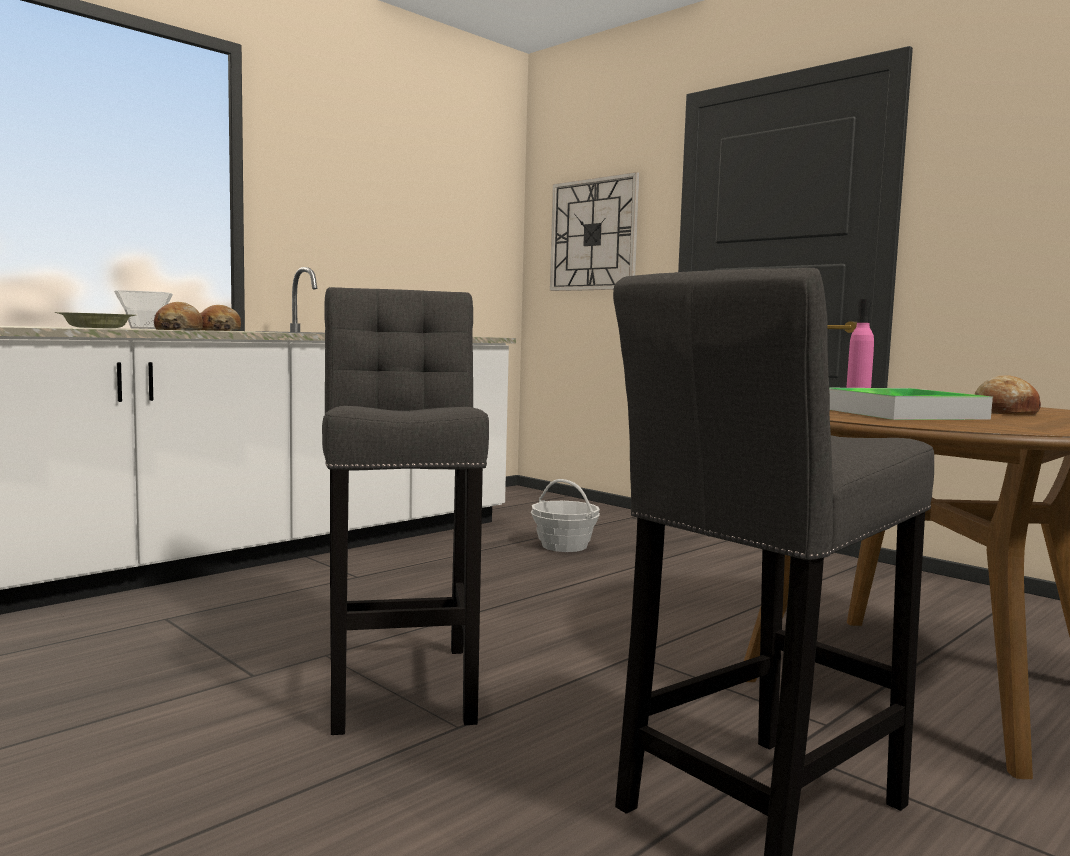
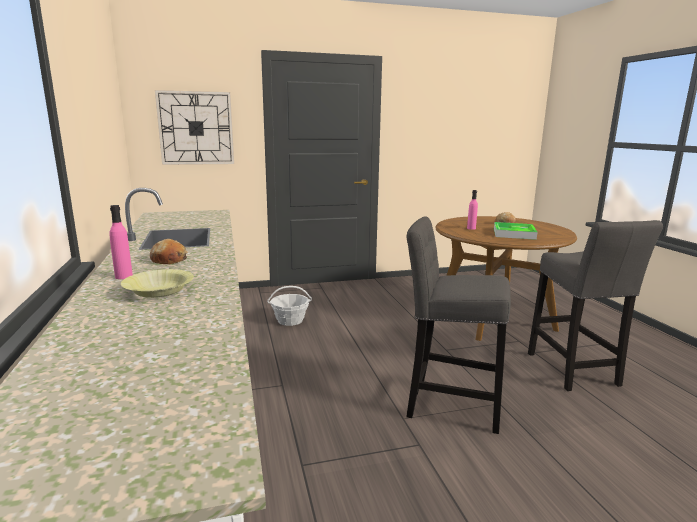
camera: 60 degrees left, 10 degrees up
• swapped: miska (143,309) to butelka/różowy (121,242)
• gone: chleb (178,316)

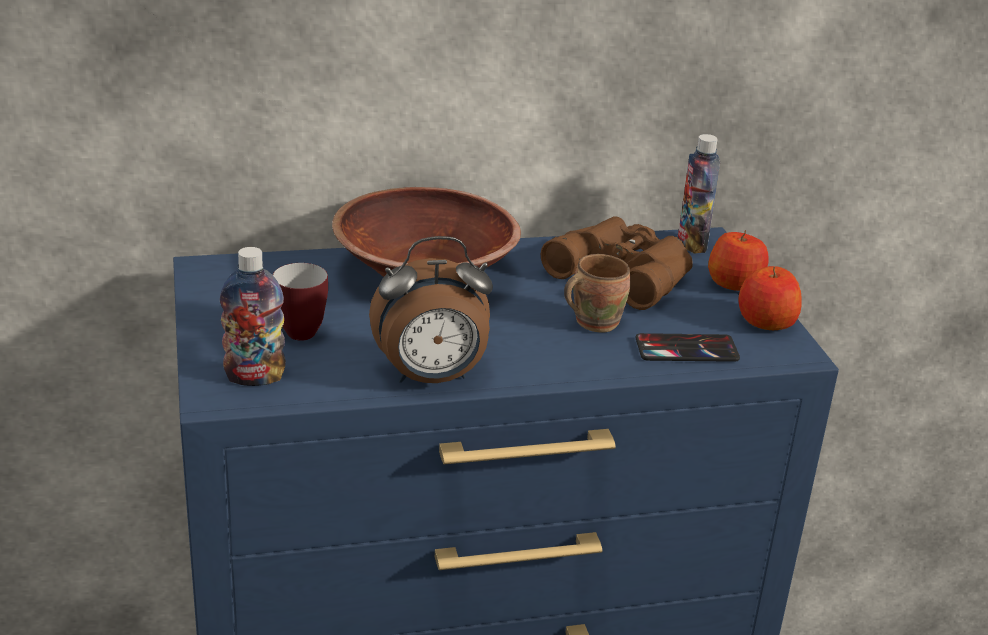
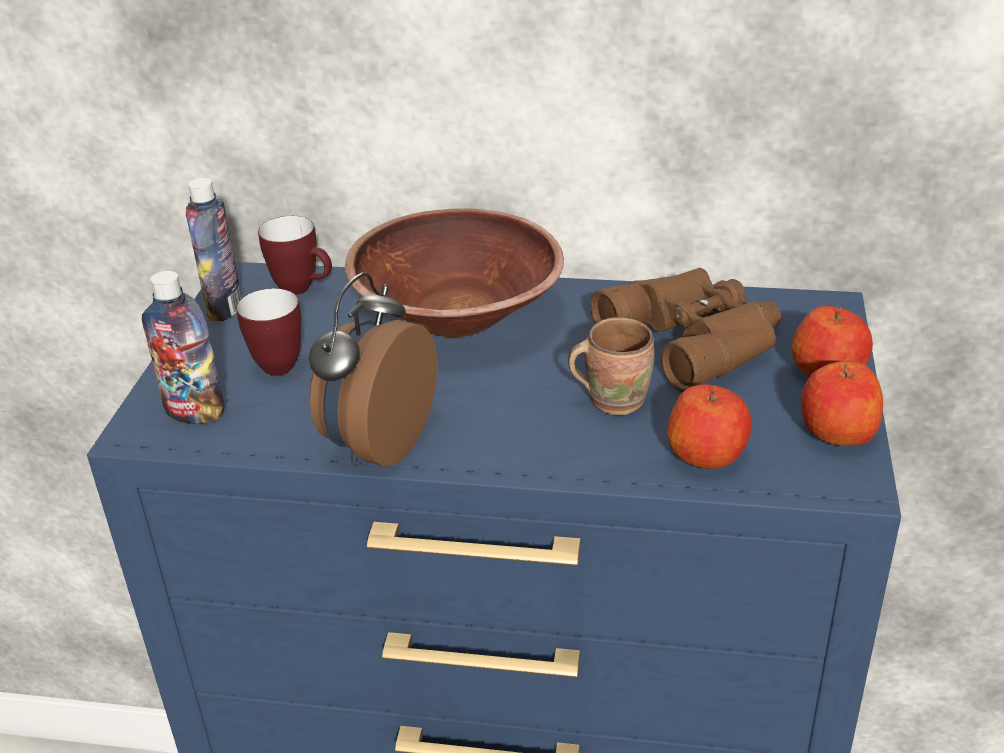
camera: 25 degrees right, 5 degrees up
• rotated: budzik (431,309) = (373,369) 105 degrees clockwise
• swapped: telefon (687,347) to jabłko (709,426)
• shifted: butelka (698,193) to (214,249)
• new: kubek (295,255)

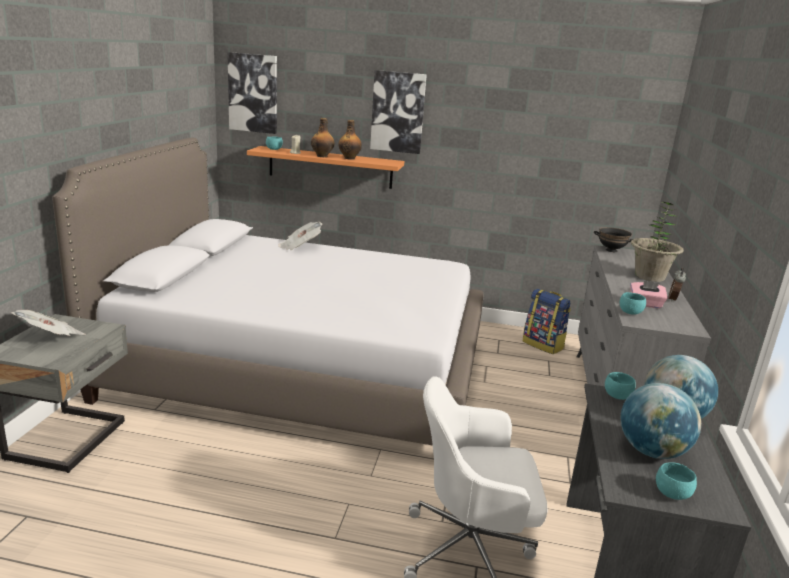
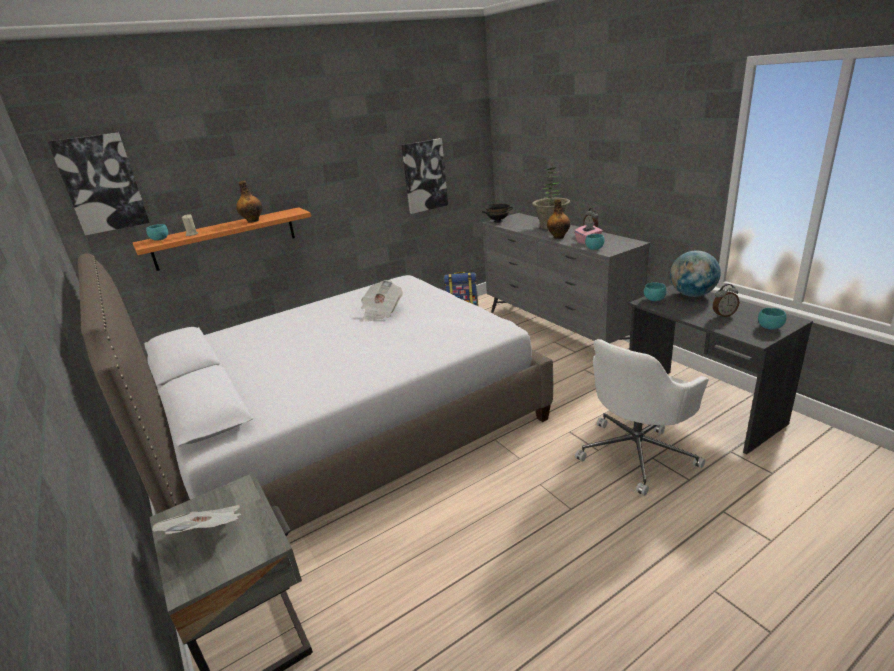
camera: 40 degrees left, 5 degrees up
• shifted: gazeta (300,236) to (382,300)
• shifted: butelka (322,137) to (558,219)
• shifted: obraz (398,112) to (424,176)
• swapped: globus (661,421) to budzik (726,301)

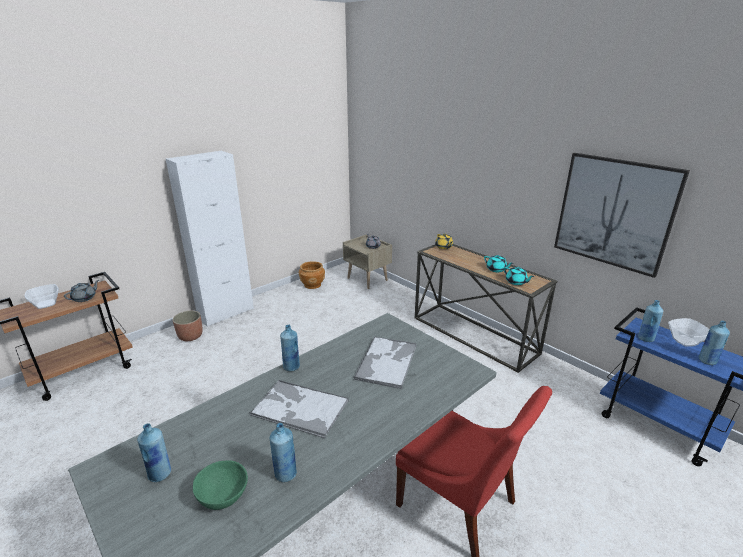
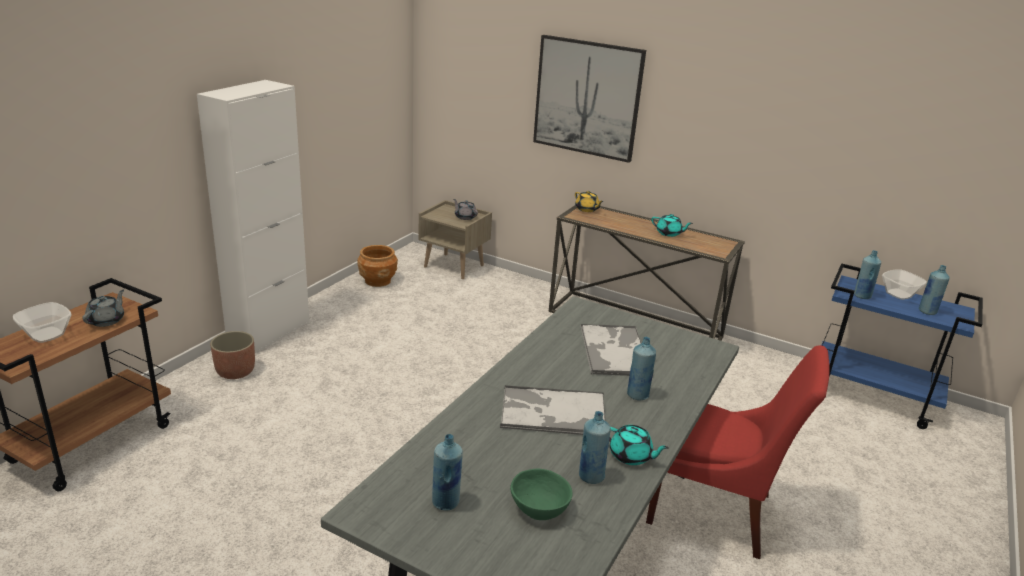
camera: 20 degrees left, 0 degrees up
• shifted: butelka/niebieski (290,348) to (641,368)
• shifted: imbryk/turkusowy (519,276) to (639,445)
• shifted: obraz (622,215) to (589,99)

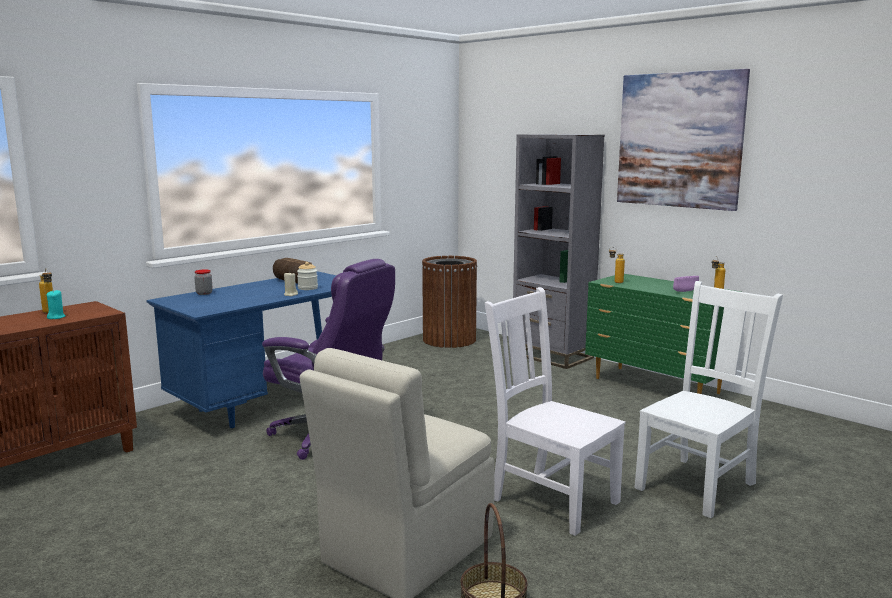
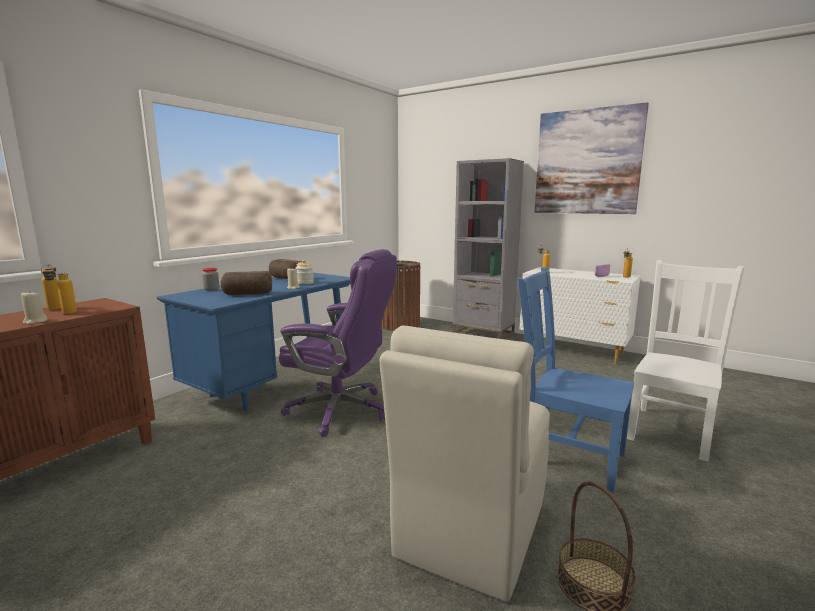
camera: 10 degrees left, 0 degrees up
• swapped: świeca/turkusowy (56,304) to butelka (59,289)
• repainted: krzesło/biały (555,411) to krzesło/niebieski (576,380)
• repainted: komoda/zielony (663,334) to komoda/biały (580,315)
• new: świeca/beżowy (34,307)
• new: chleb (246,283)

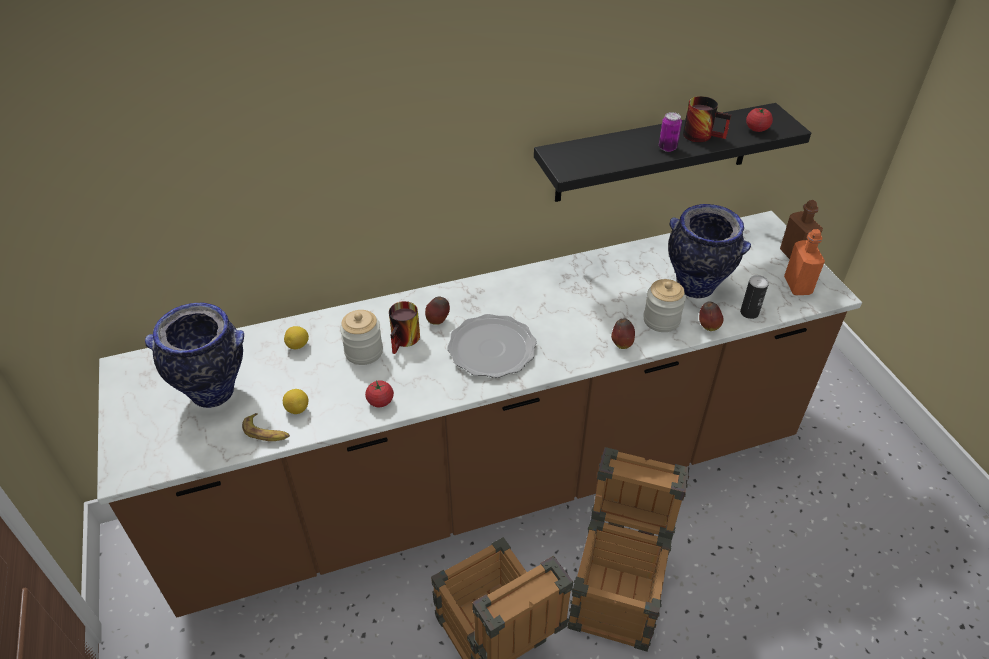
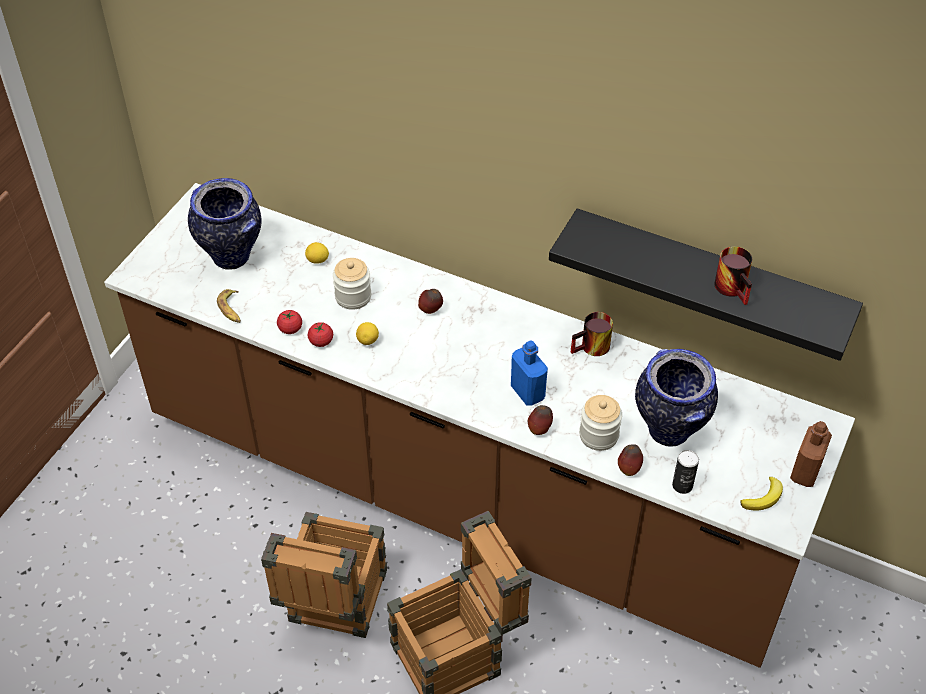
camera: 45 degrees right, 5 degrees up
• shifted: cytryna (295,401) to (367,333)
• shifted: kubek (404,327) to (592,334)
• gone: talerz (492,346)
• gone: puszka (670,132)
• shifted: pomidor (759,120) to (289,322)
• swapped: butelka/pomarańczowy (804,262) to banan (761,493)
• new: butelka/niebieski (529,373)

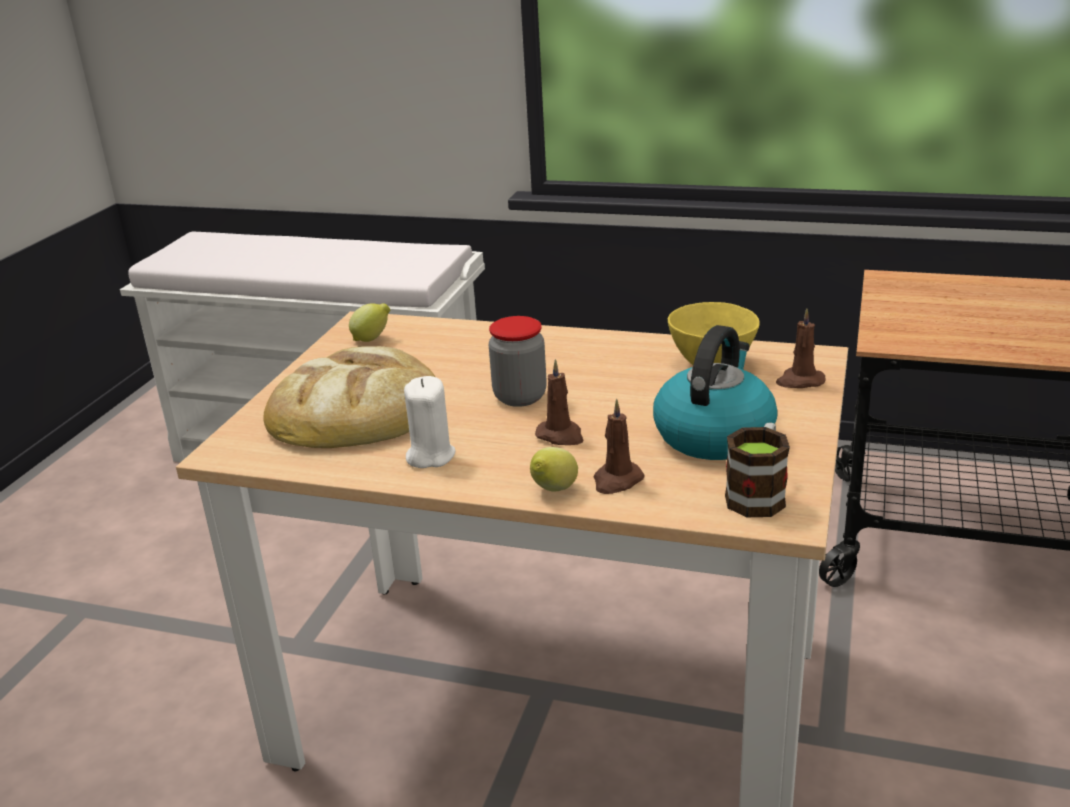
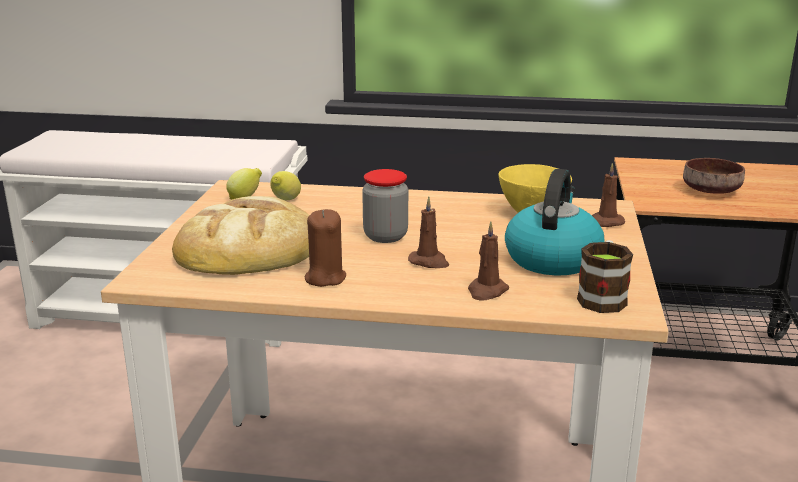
camera: 10 degrees left, 5 degrees down
• repainted: świeca/biały (430,422) to świeca/brązowy (325,248)
• shifted: cytryna (554,469) to (285,185)
• new: miska/brązowy (714,176)

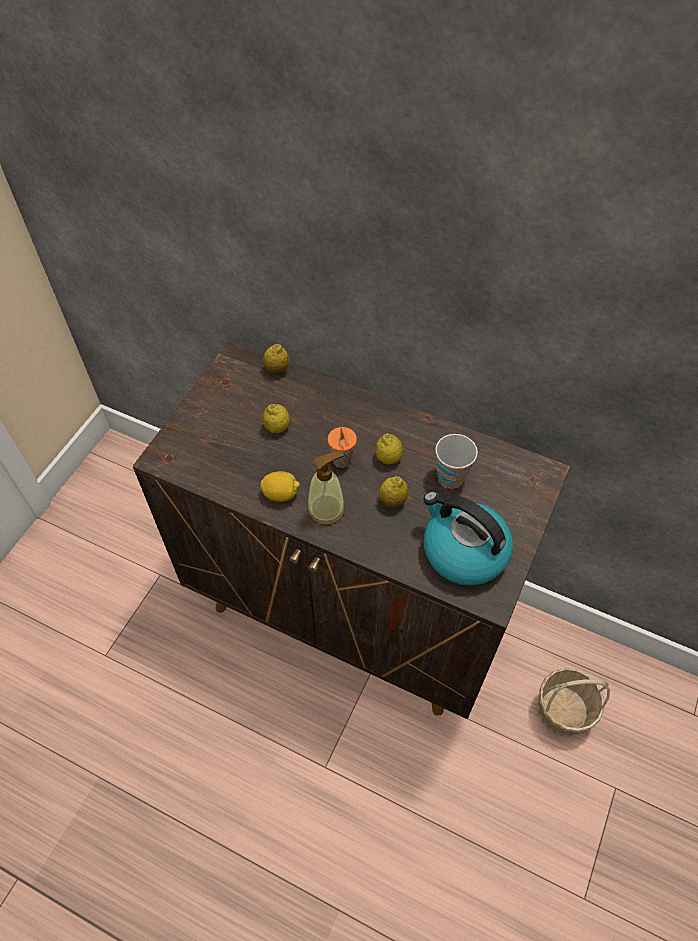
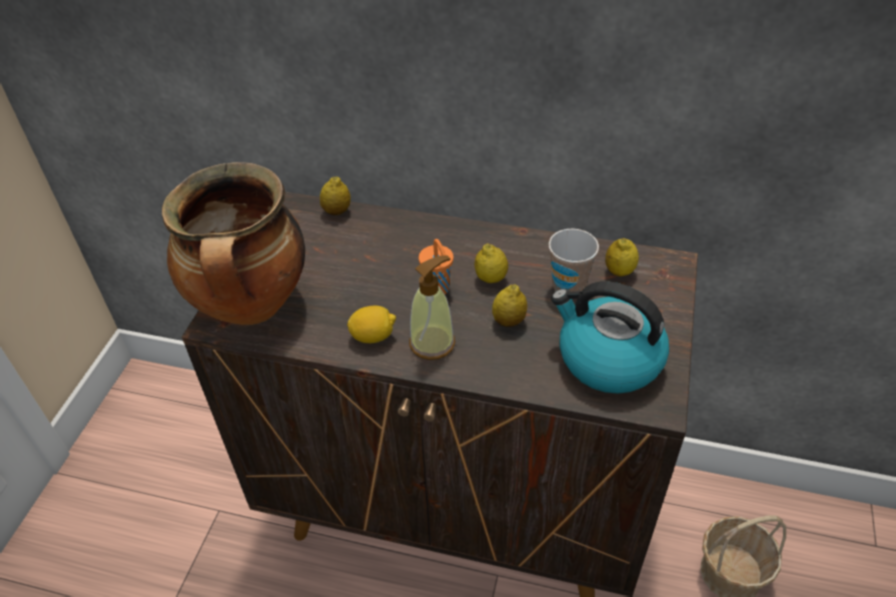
camera: 10 degrees left, 10 degrees down
• shifted: cytryna (276,418) to (622,257)
• new: garnek (233,243)

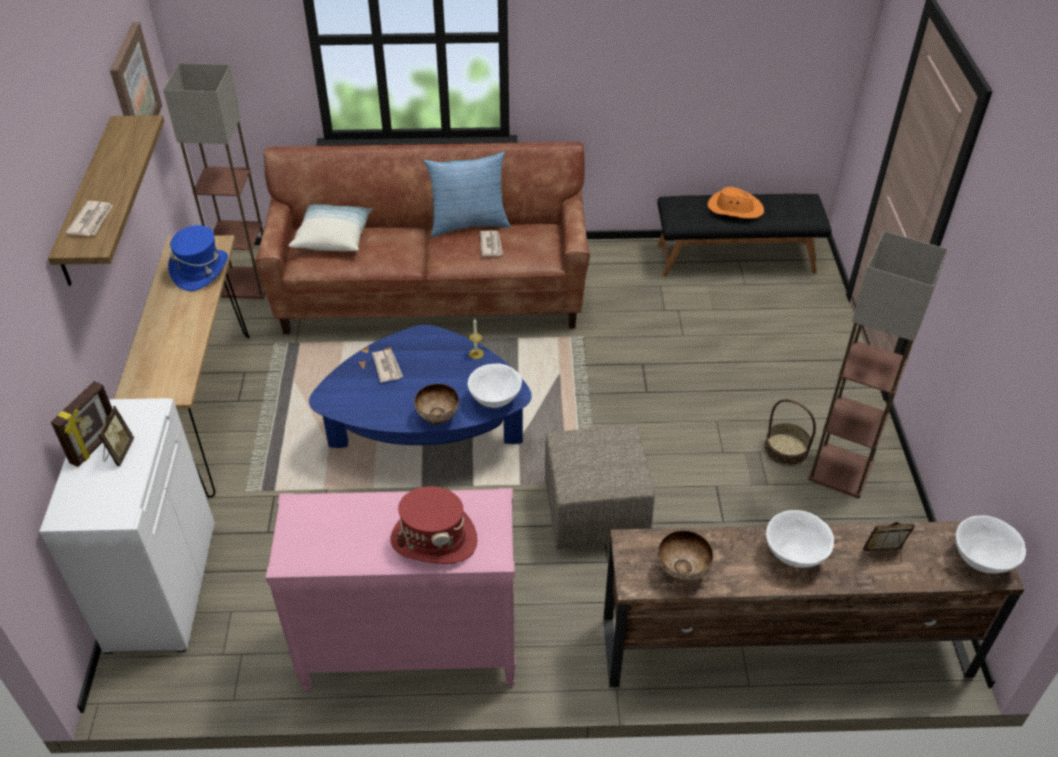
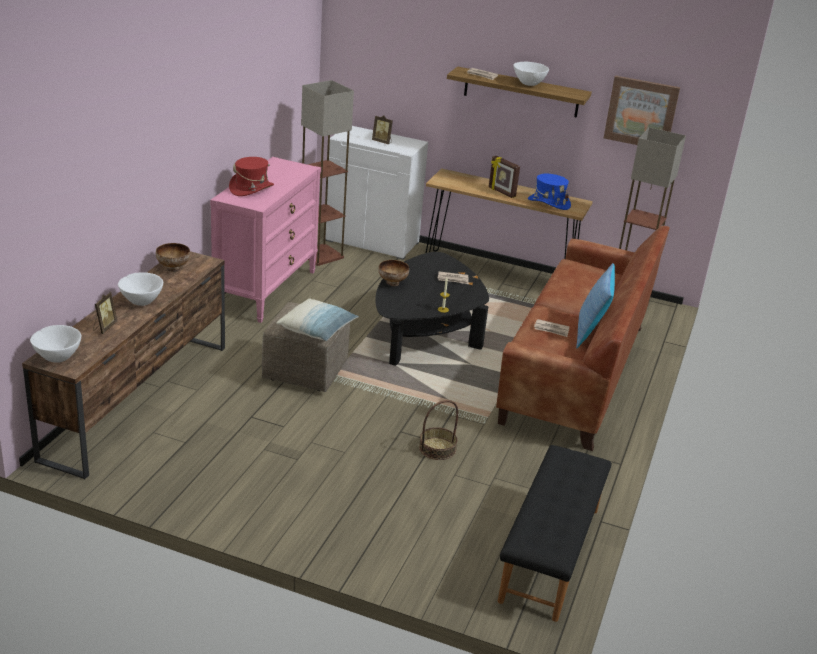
camera: 110 degrees right, 15 degrees down
• shifted: ramka na zdjęcie (81,424) to (504,177)
• shifted: poduszka (331,227) to (317,319)
• repainted: ława/niebieski (420,386) to ława/czarny (432,309)
• shifted: miska/biały (495,386) to (531,74)
• gone: kapelusz/pomarańczowy (736,203)
• shifted: koszyk (790,432) to (438,430)
• shifted: lampa stojąca (878,364) to (327,173)

